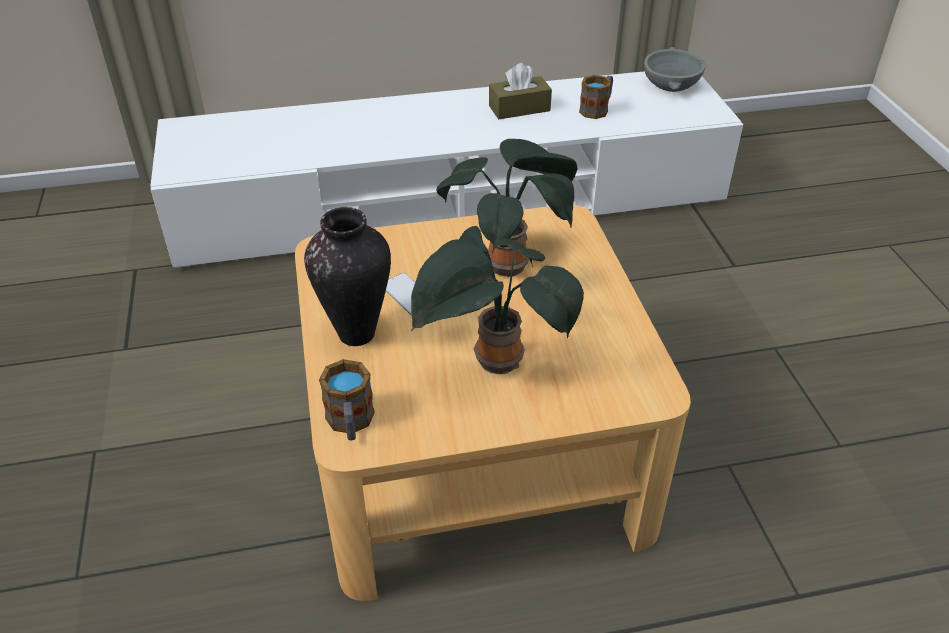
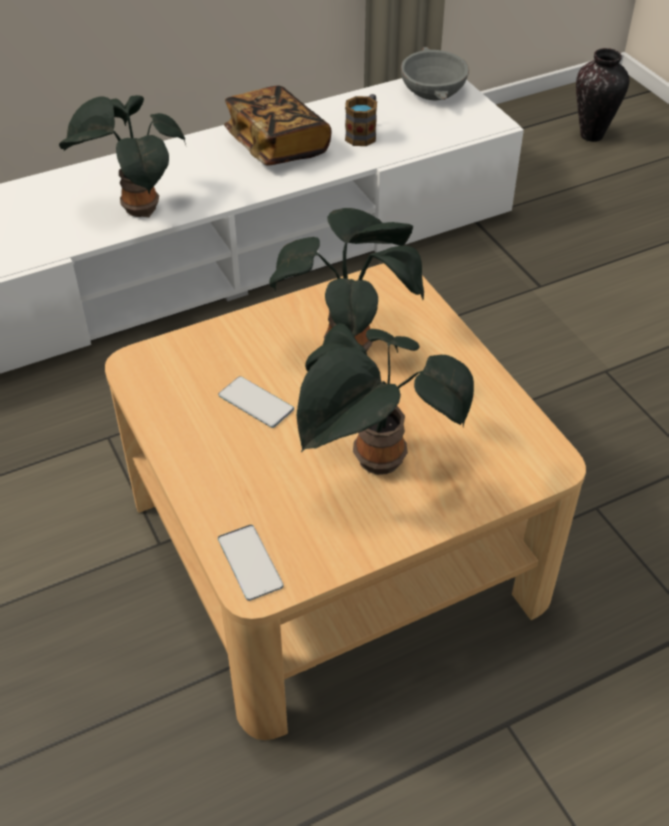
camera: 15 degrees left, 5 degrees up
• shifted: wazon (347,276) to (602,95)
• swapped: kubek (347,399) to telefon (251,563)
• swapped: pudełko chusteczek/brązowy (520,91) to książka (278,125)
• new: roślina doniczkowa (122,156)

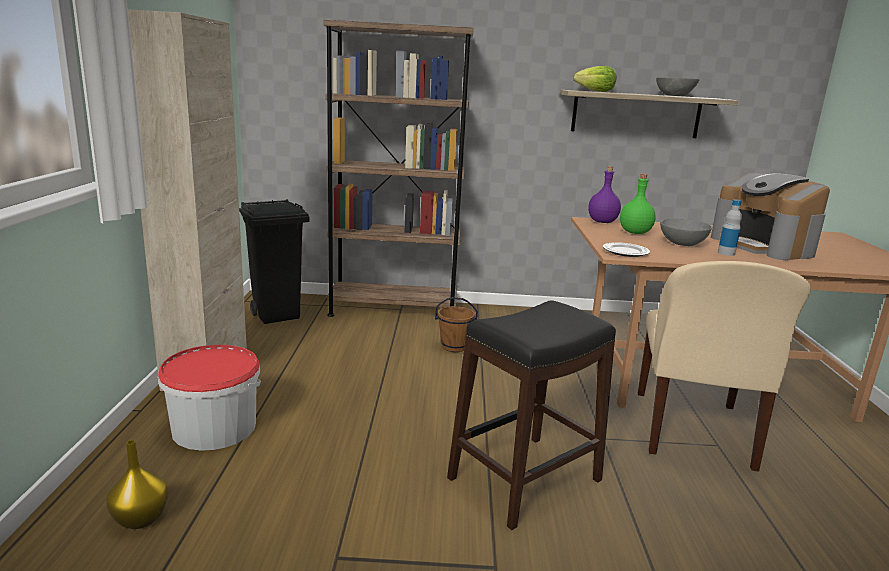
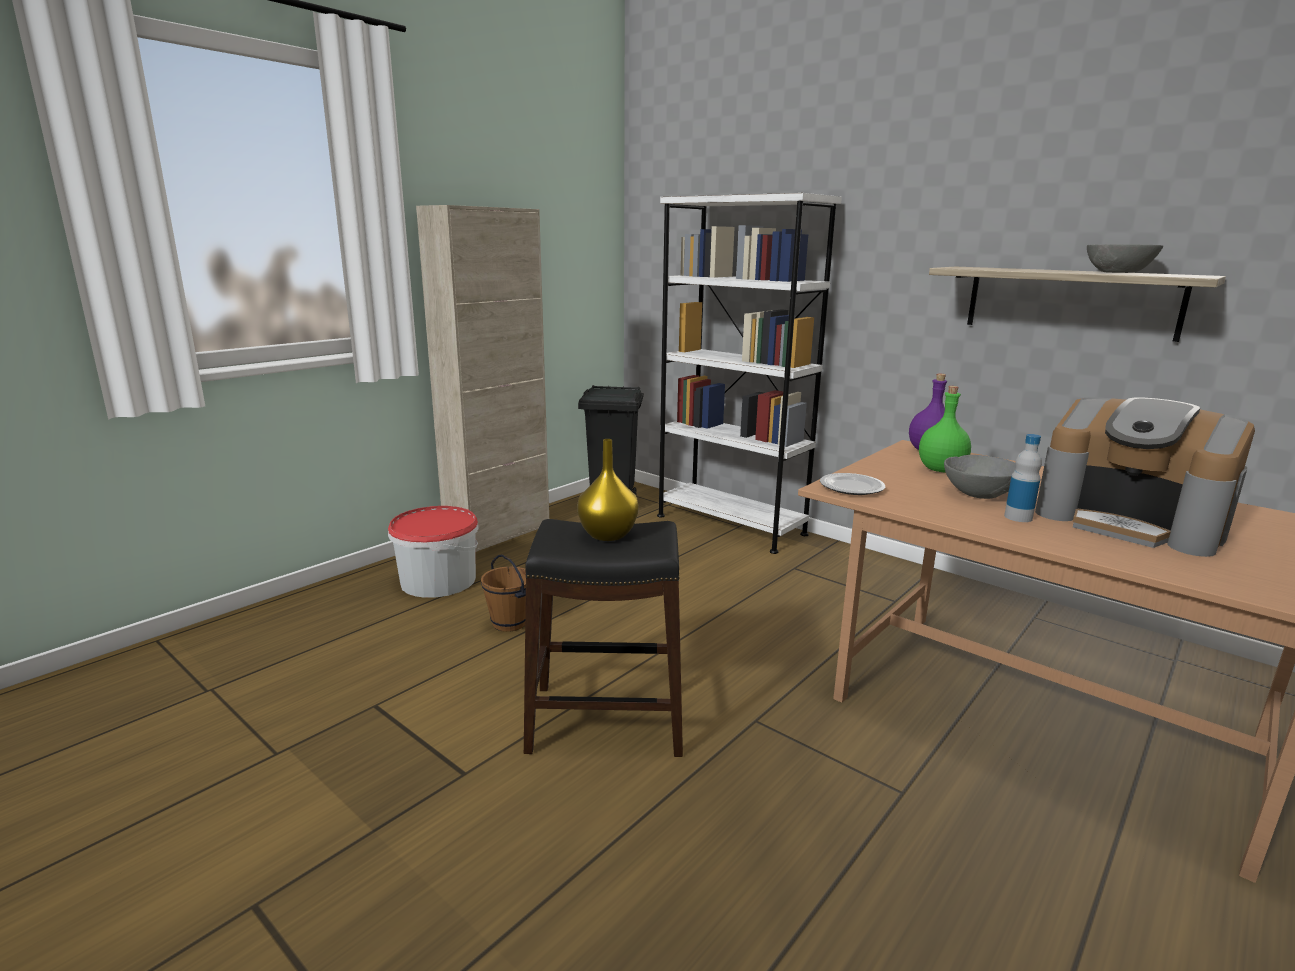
camera: 40 degrees right, 0 degrees up
• shifted: wazon/żółty (137,484) to (608,490)
• repainted: regał/brązowy (398,168) to regał/biały (749,373)
• shifted: wiadro/brązowy (456,324) to (503,593)
• gone: sałata (595,79)
• gone: krzesło/beżowy (724,366)
• rotated: ekspres do kawy (770,216) = (1145,477) 60 degrees counterclockwise

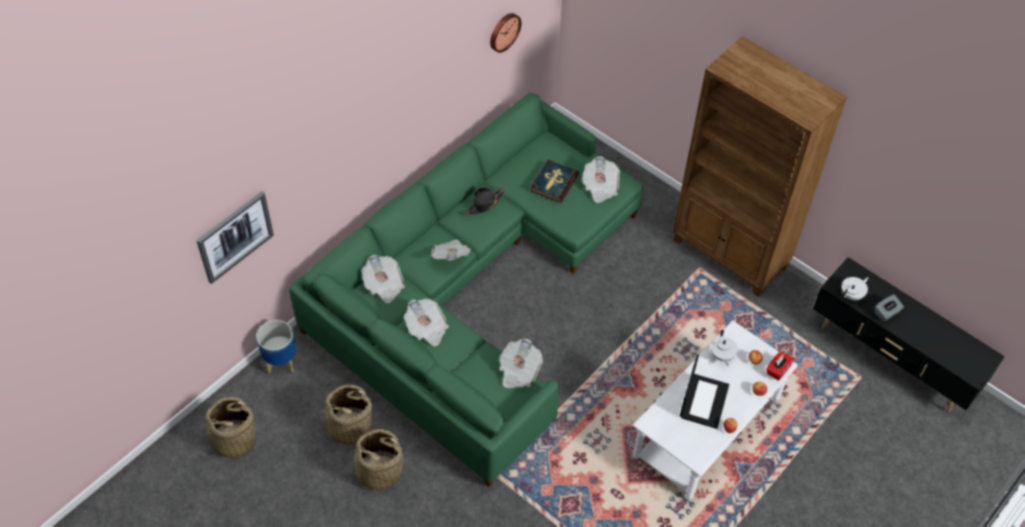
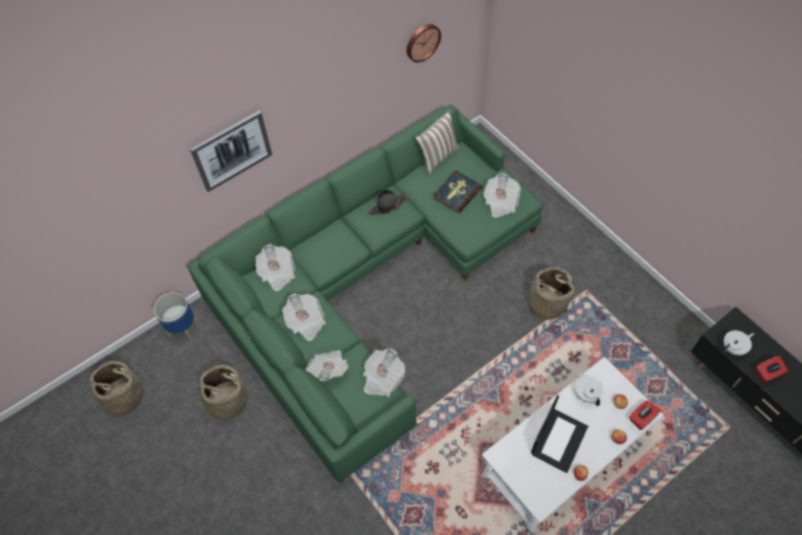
camera: 15 degrees right, 5 degrees up
• shifted: obraz (235,237) to (231,151)
• shifted: koszyk (375,460) to (547,293)
• shifted: gazeta (451,250) to (327,365)
• gone: regał/brązowy (760,166)
• rotated: imbryk/biały (724,348) = (589,388) 150 degrees clockwise
• repainted: pudełko chusteczek/szary (889,308) to pudełko chusteczek/czerwony (771,369)
• new: poduszka (437,143)

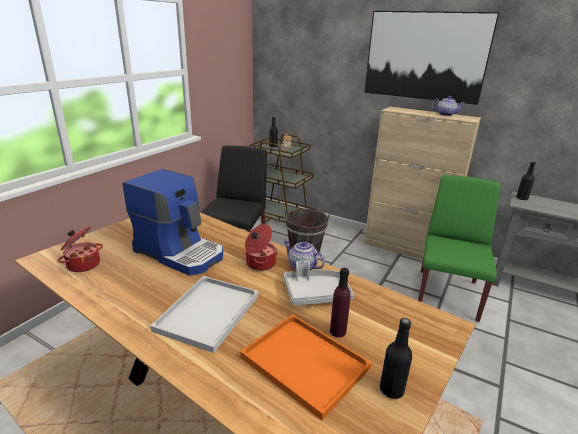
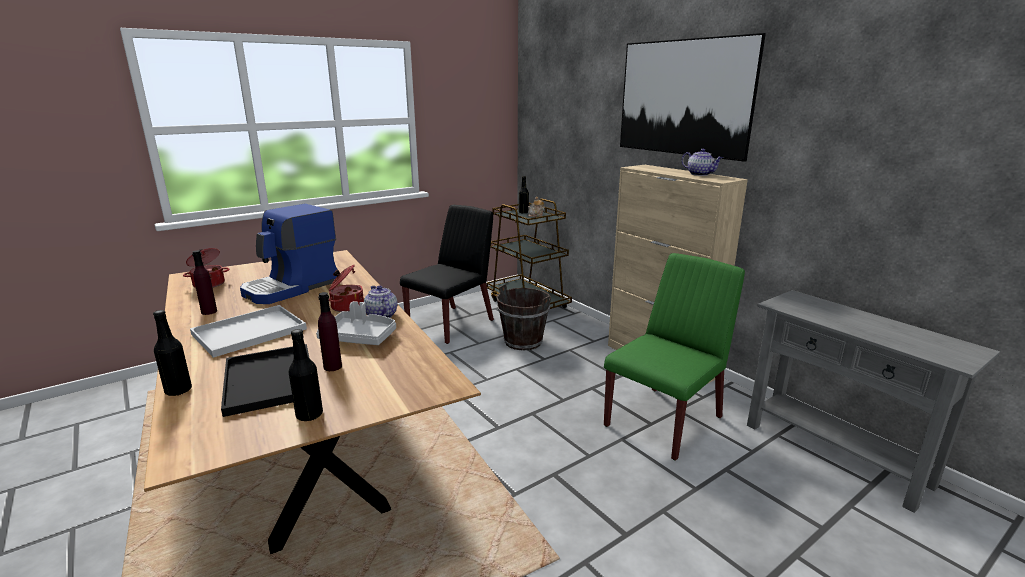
camera: 25 degrees right, 5 degrees down
• rotated: ekspres do kawy (173,222) = (288,254) 75 degrees clockwise
• repainted: taca/pomarańczowy (306,367) to taca/czarny (265,380)
• shifted: butelka/czarny (526,180) to (172,353)
• new: butelka/fioletowy (204,282)

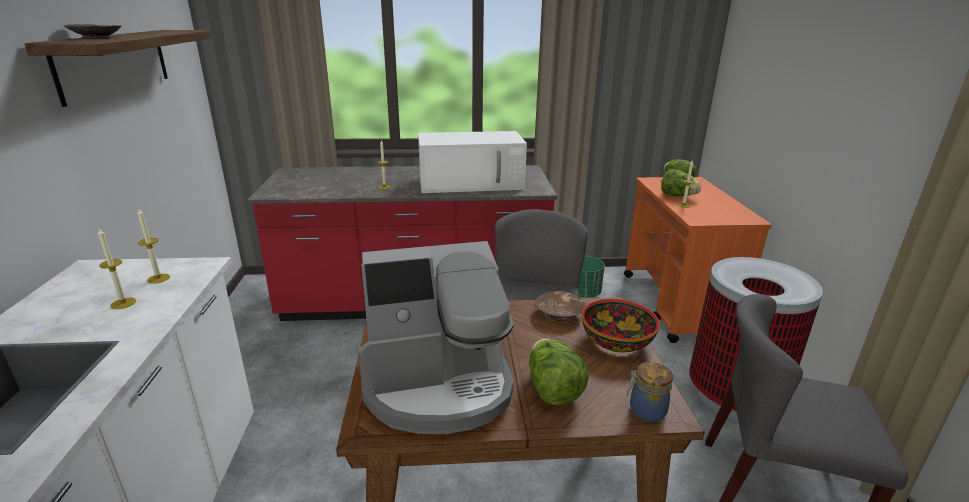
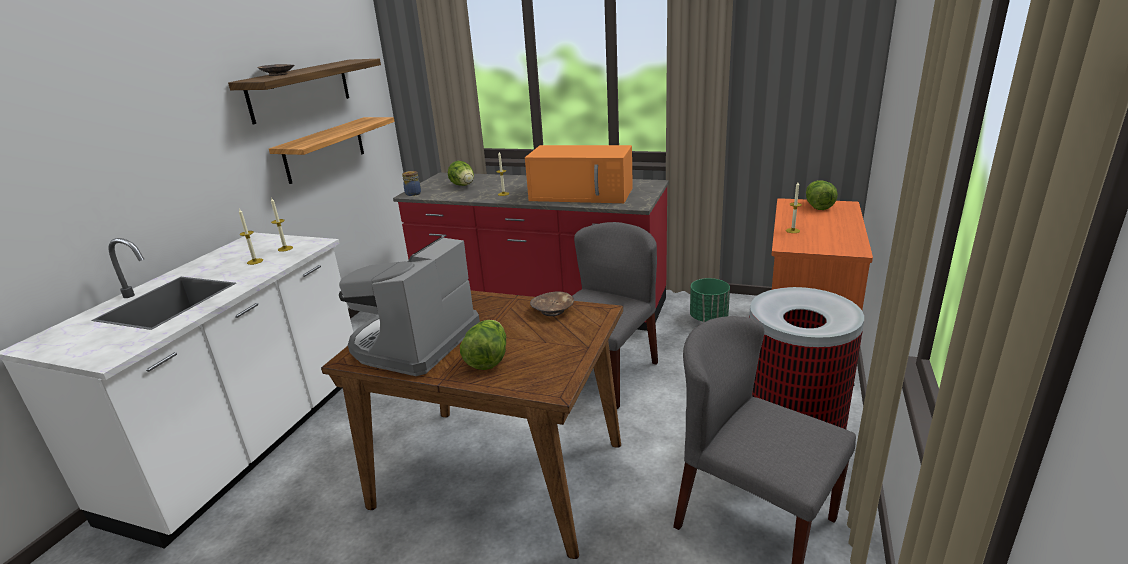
camera: 25 degrees right, 0 degrees up
• rotated: ekspres do kawy (436,337) = (409,306) 105 degrees clockwise
• repainted: mikrofalówka/biały (472,162) to mikrofalówka/pomarańczowy (579,174)
• gone: miska (621,325)
• shifted: słoik (650,392) to (411,183)
• shifted: sałata (681,182) to (461,173)
• new: półka (331,150)

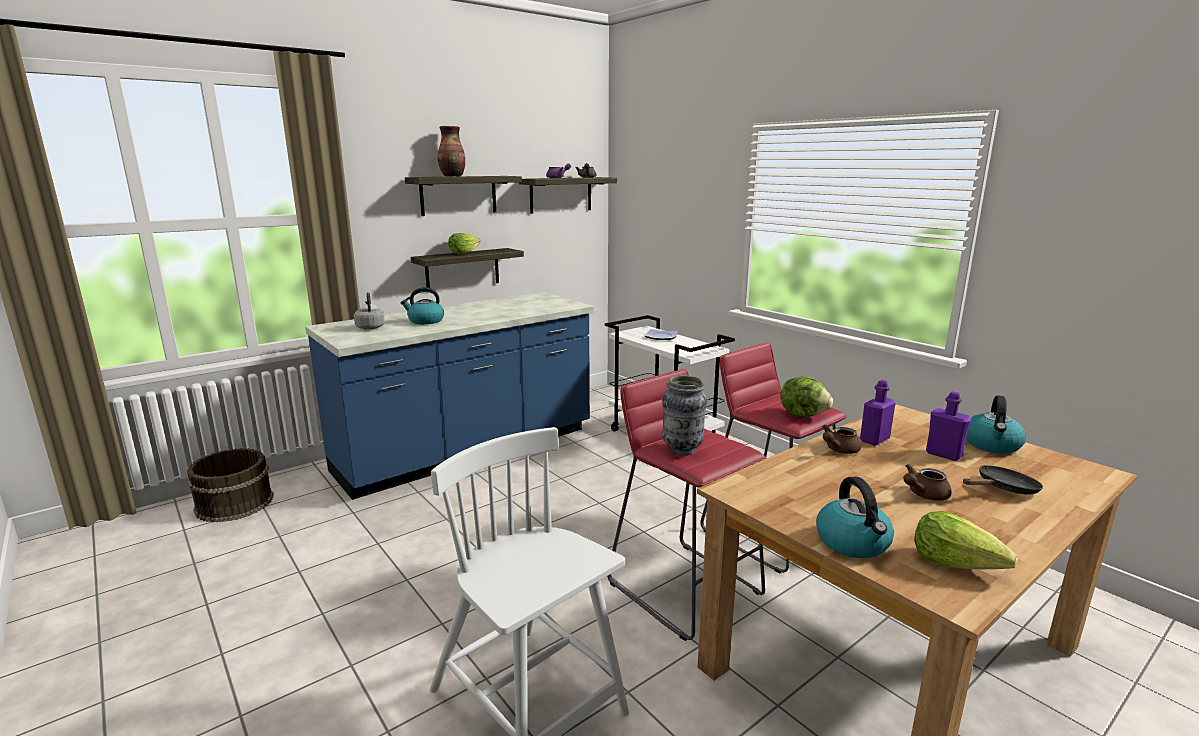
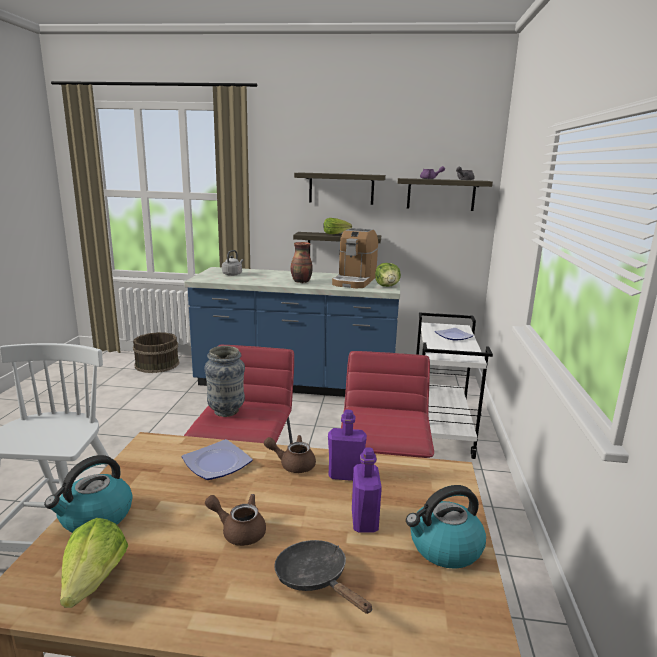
camera: 45 degrees right, 0 degrees up
• gone: czajnik (422,305)
• shifted: wazon (451,151) to (302,262)
• shifted: sałata (806,396) to (388,275)
• rotated: patelnia/czarny (1003,480) = (323,577) 150 degrees counterclockwise
• new: talerz (217,459)
• new: ekspres do kawy (355,258)

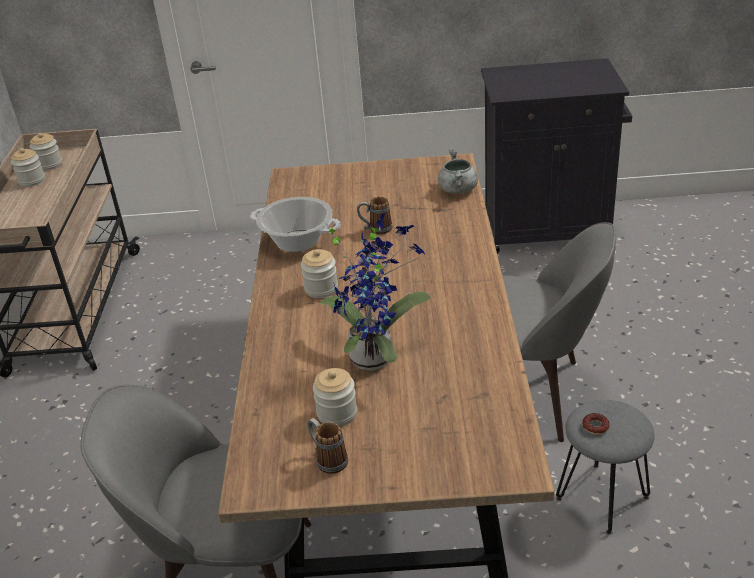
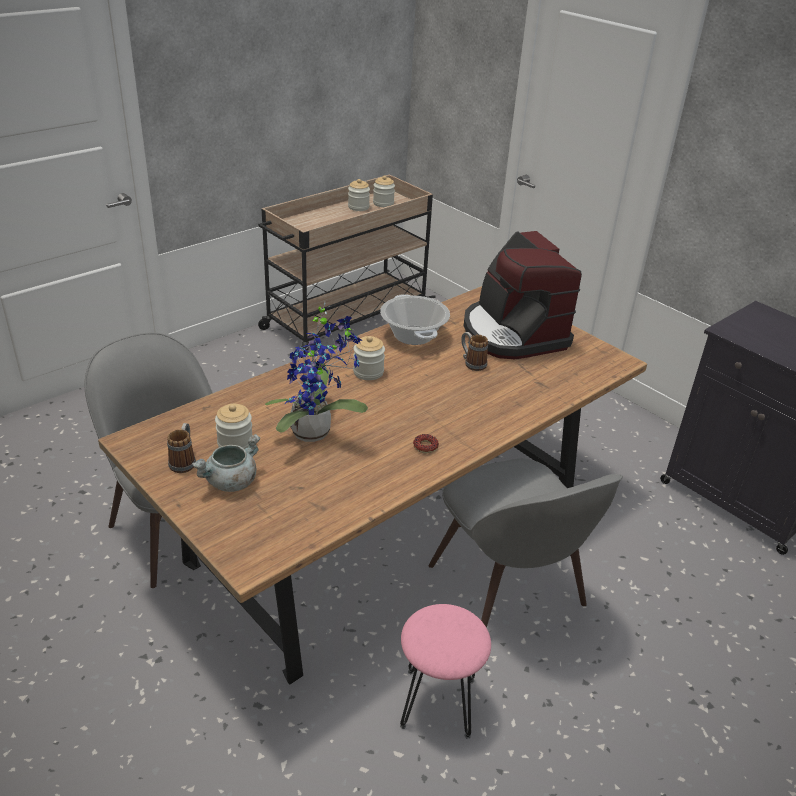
camera: 45 degrees right, 0 degrees up
• shifted: garnek/szary (458,171) to (226,463)
• repainted: stołek/szary (605,467) to stołek/różowy (445,671)
• shifted: donut (596,424) to (426,443)
• new: ekspres do kawy (523,295)

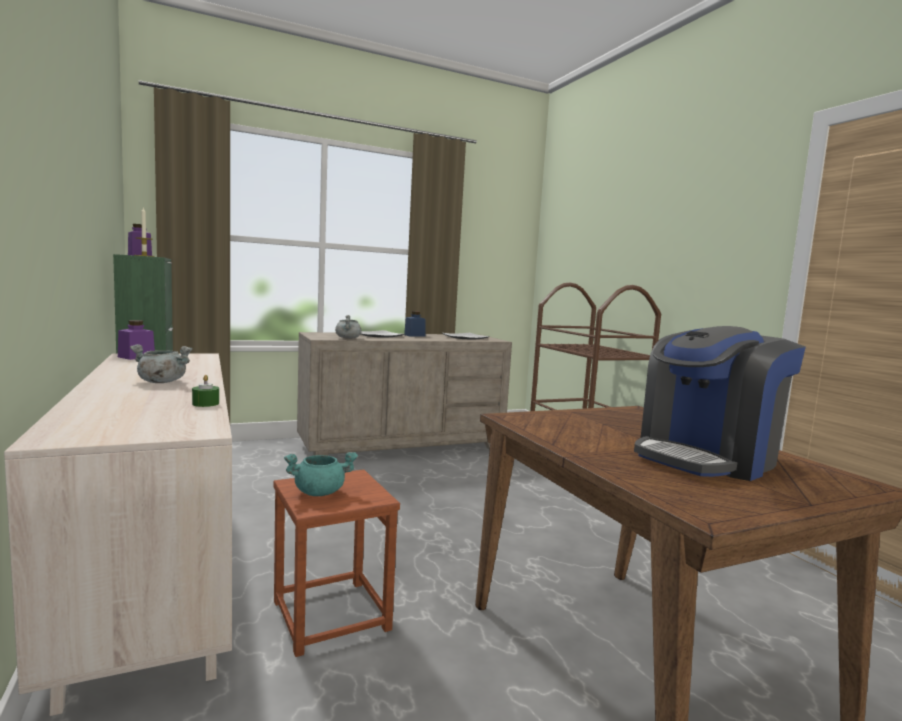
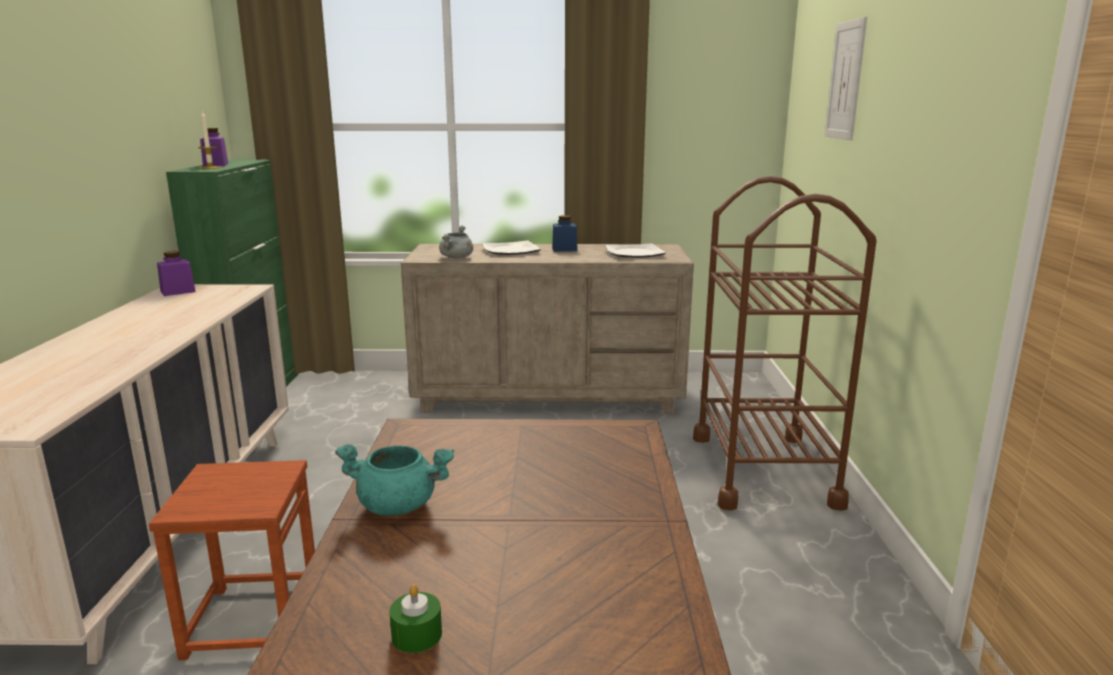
camera: 25 degrees right, 10 degrees up
• gone: garnek/szary (161,363)
• shifted: świeca/zielony (205,391) to (415,618)
• shifted: garnek/turkusowy (321,474) to (394,480)
• gone: ekspres do kawy (720,403)
• new: obraz (845,78)

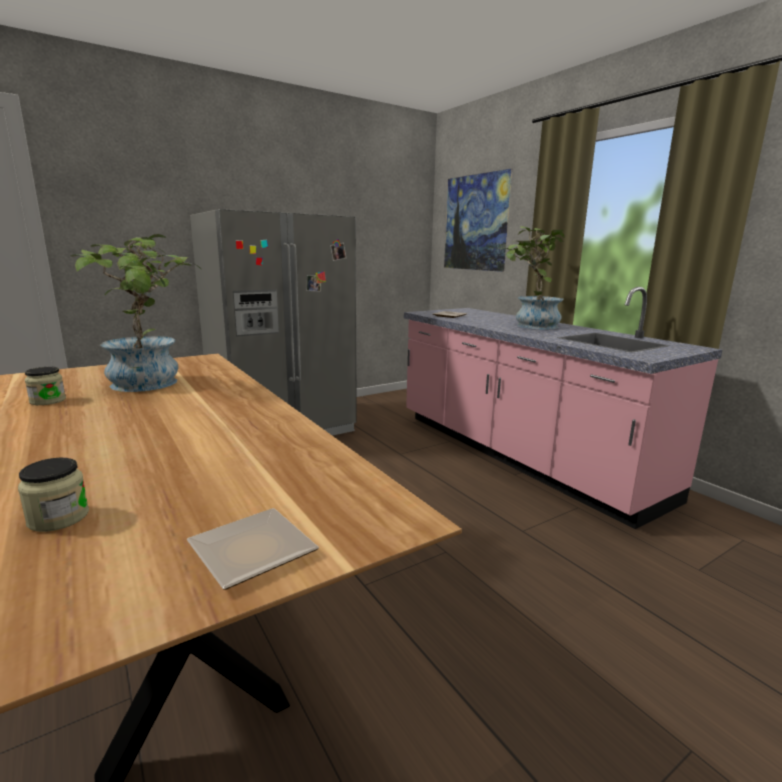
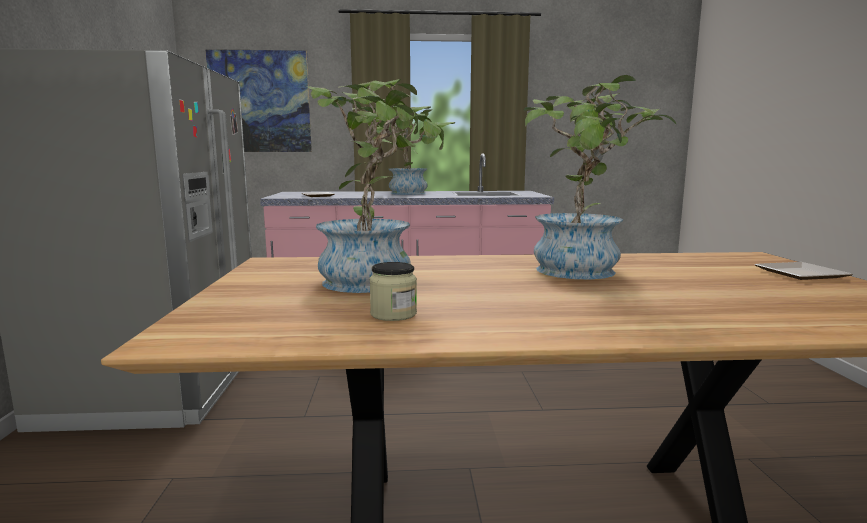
camera: 60 degrees left, 5 degrees down
• gone: słoik (53,495)
• new: roślina doniczkowa (599,177)

